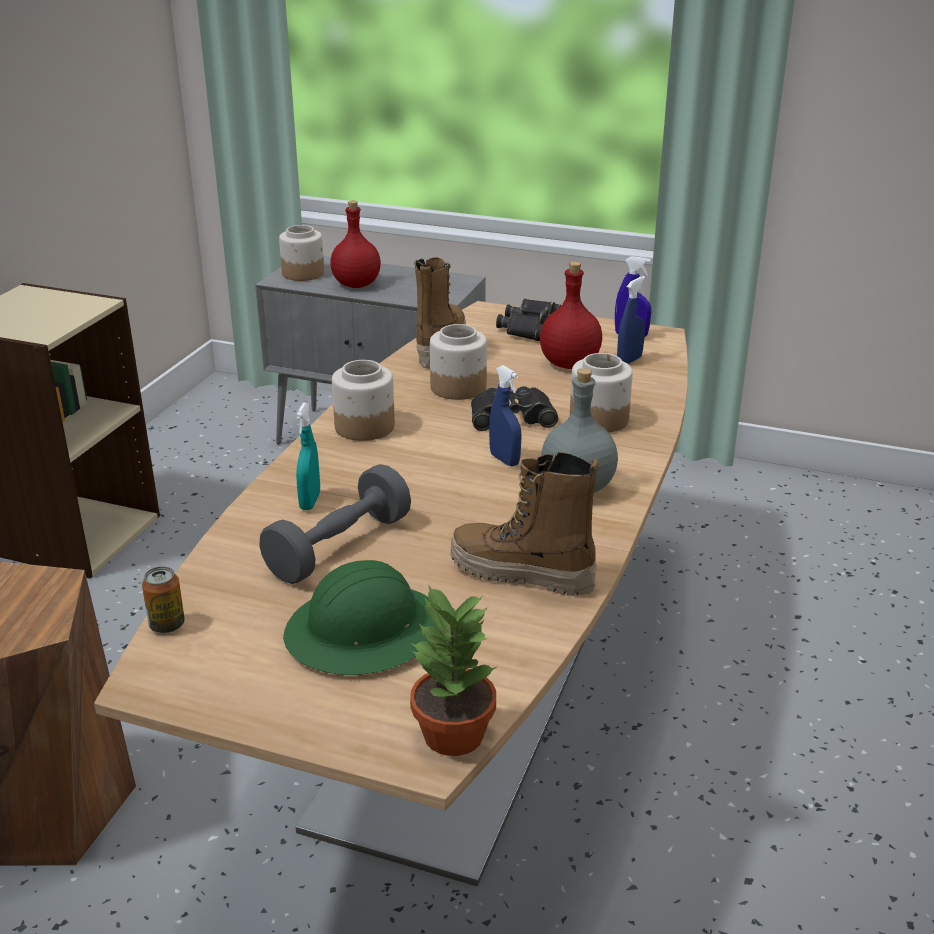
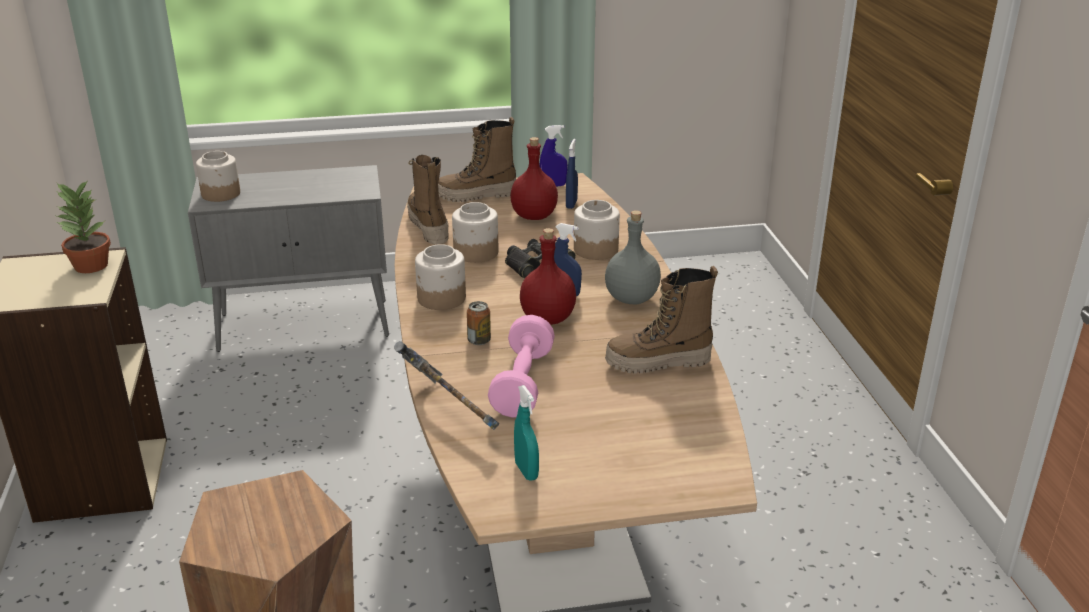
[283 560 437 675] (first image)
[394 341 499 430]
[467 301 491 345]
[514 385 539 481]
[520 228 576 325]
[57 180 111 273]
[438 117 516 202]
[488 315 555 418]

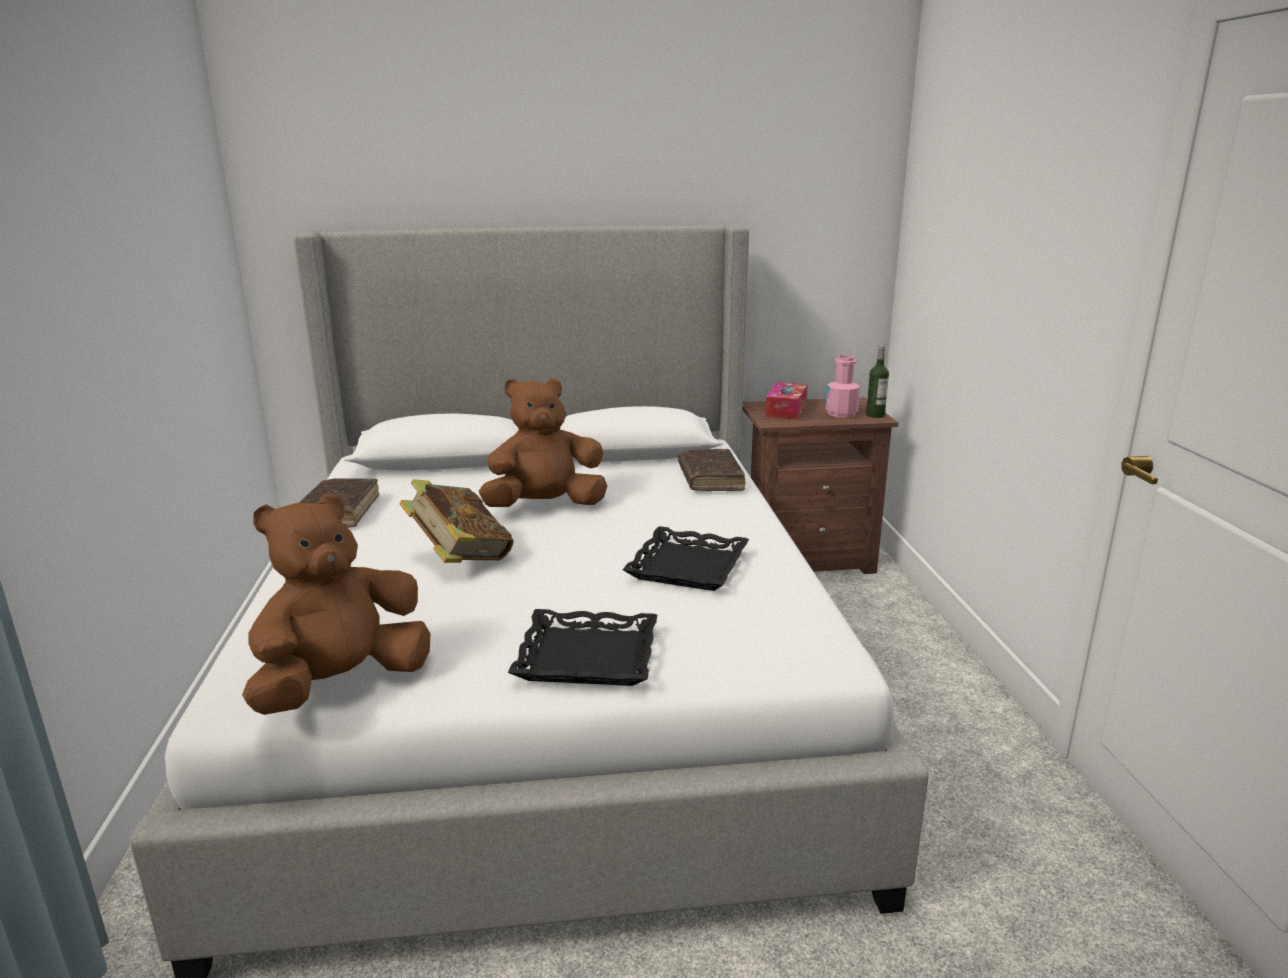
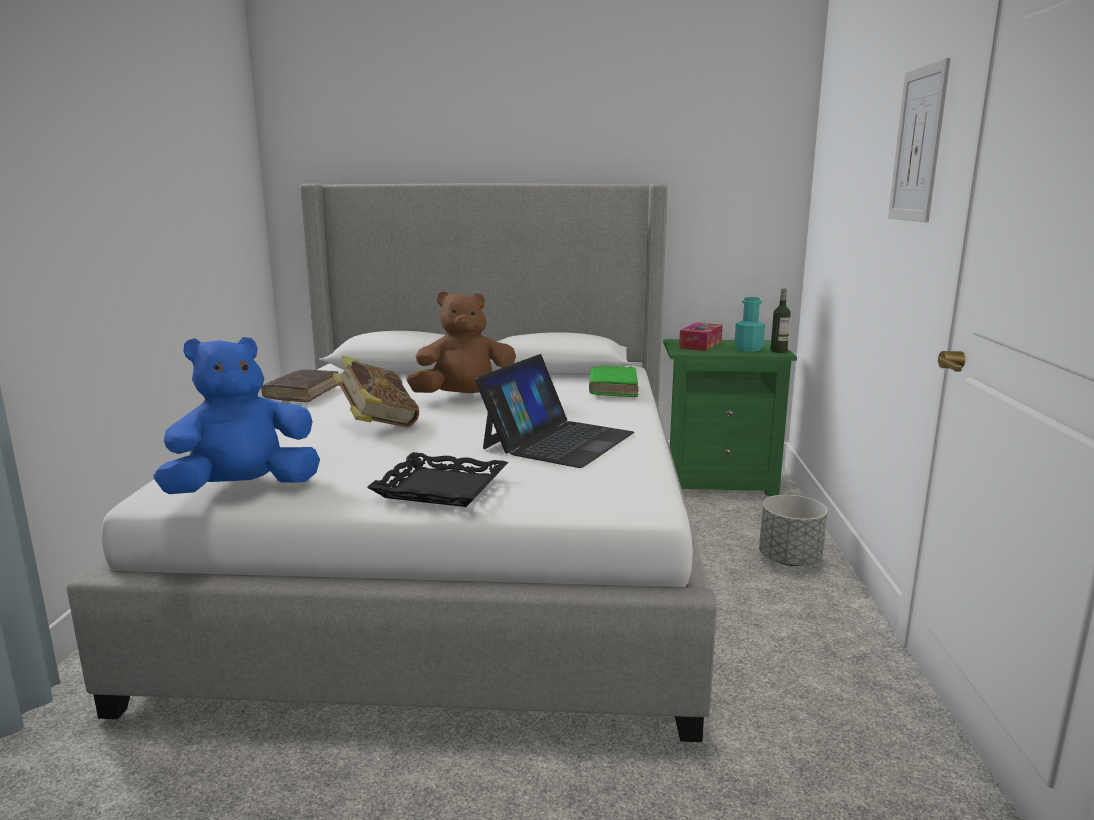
[759 495 828 566]
[888 58 951 222]
[475 354 634 468]
[153 337 320 494]
[589 366 638 397]
[663 339 797 496]
[734 297 765 352]

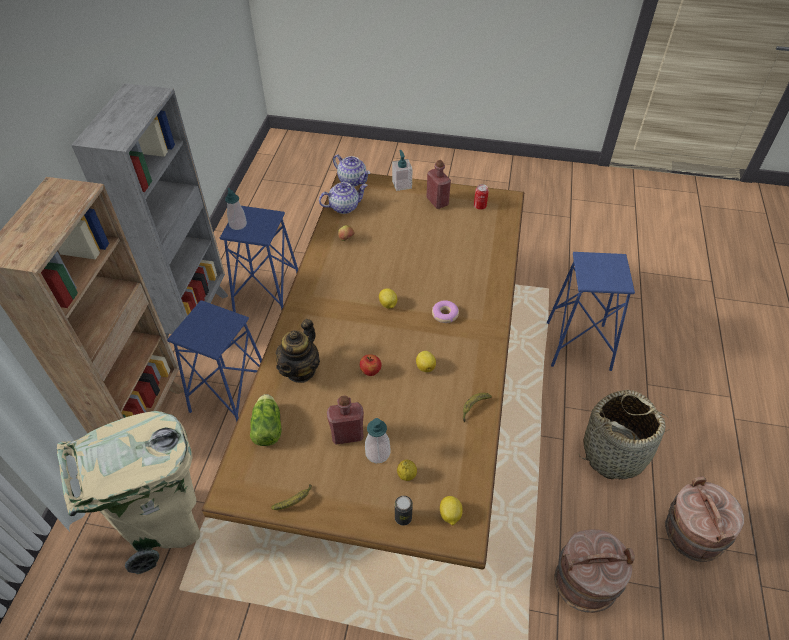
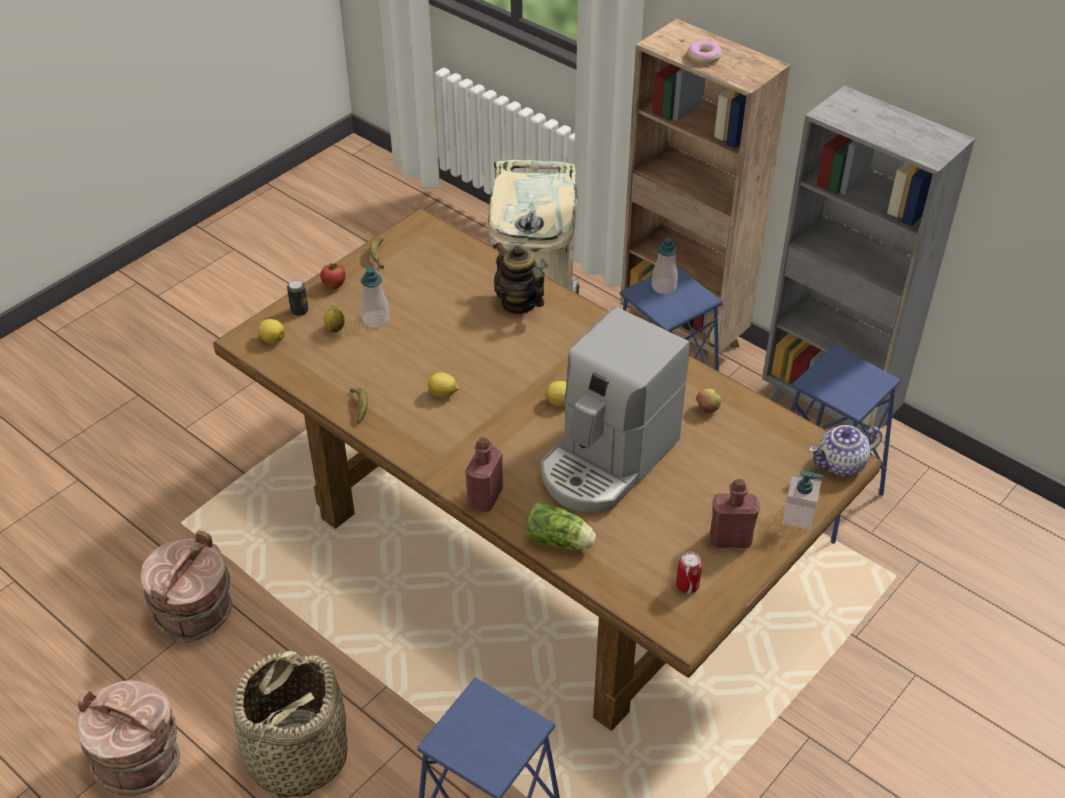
[319 182 368 214] (first image)
[541 307 690 512]
[651 238 679 294]
[526 503 596 550]
[465 437 503 512]
[320 263 346 289]
[687 41 722 64]

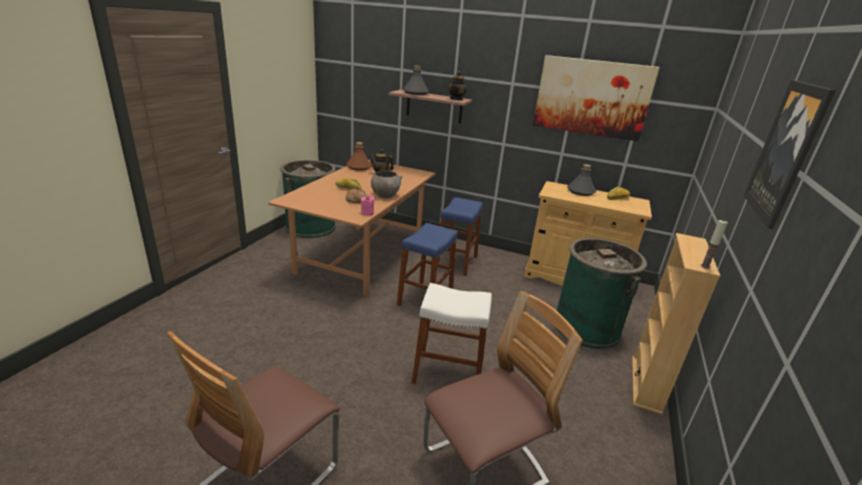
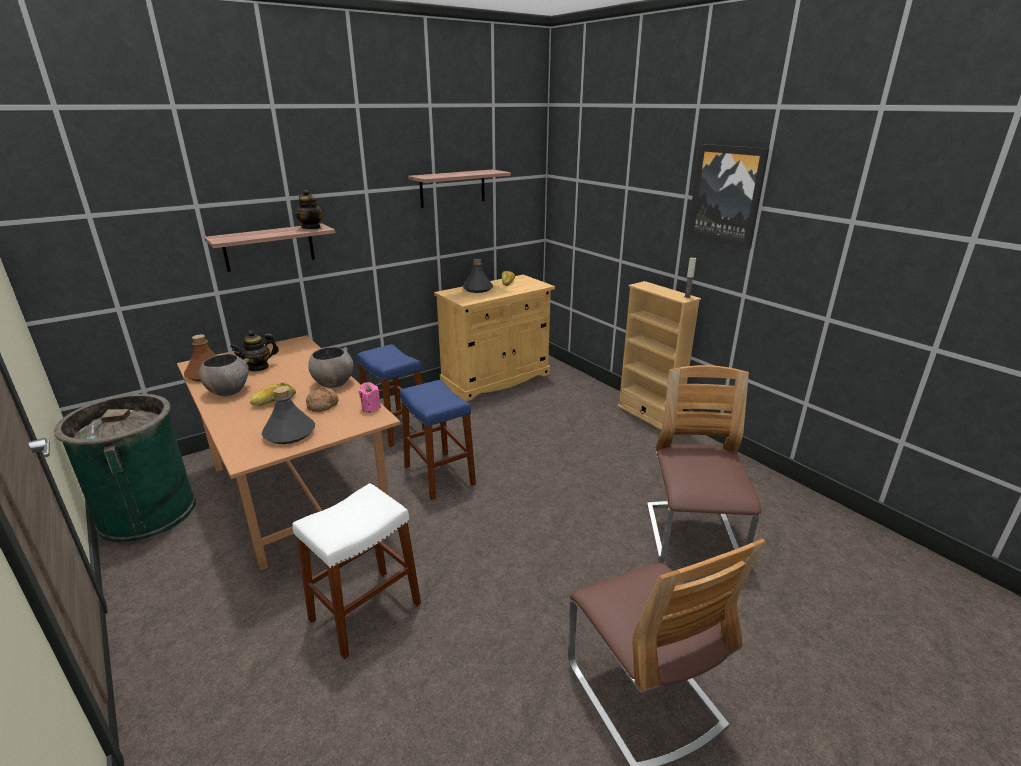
[555 238 647 349] (first image)
[199 353 249 396]
[262 387 315 444]
[292 483 421 659]
[408 169 511 208]

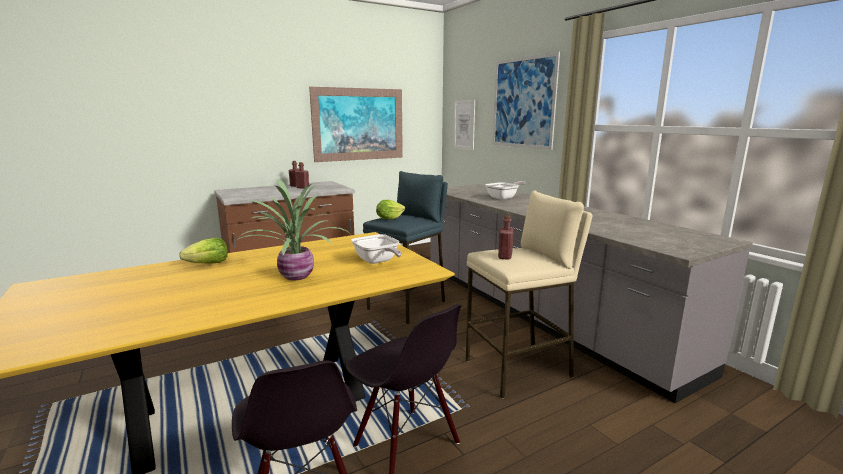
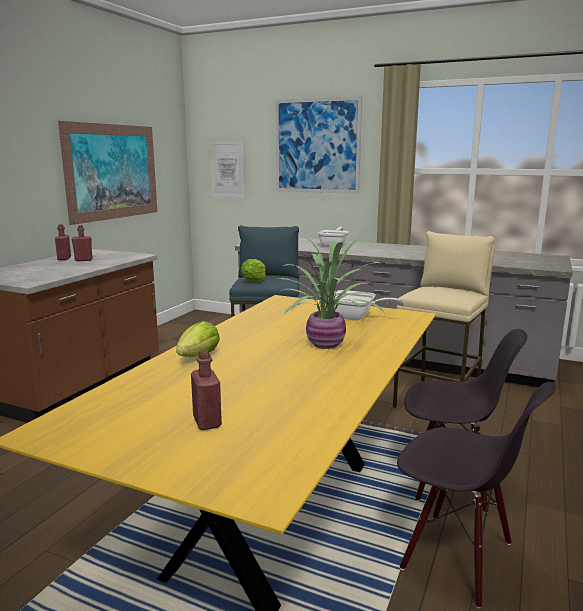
[191 350 222 430]

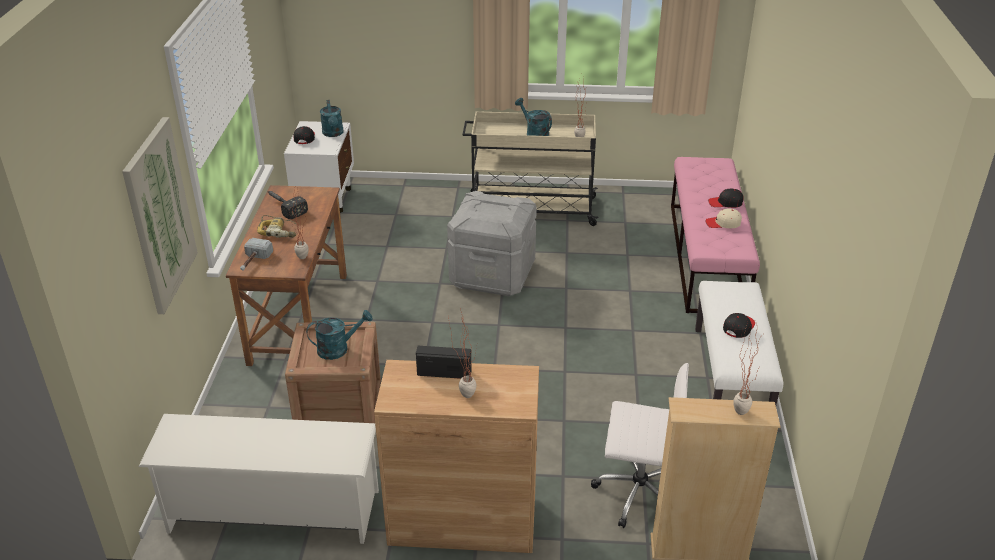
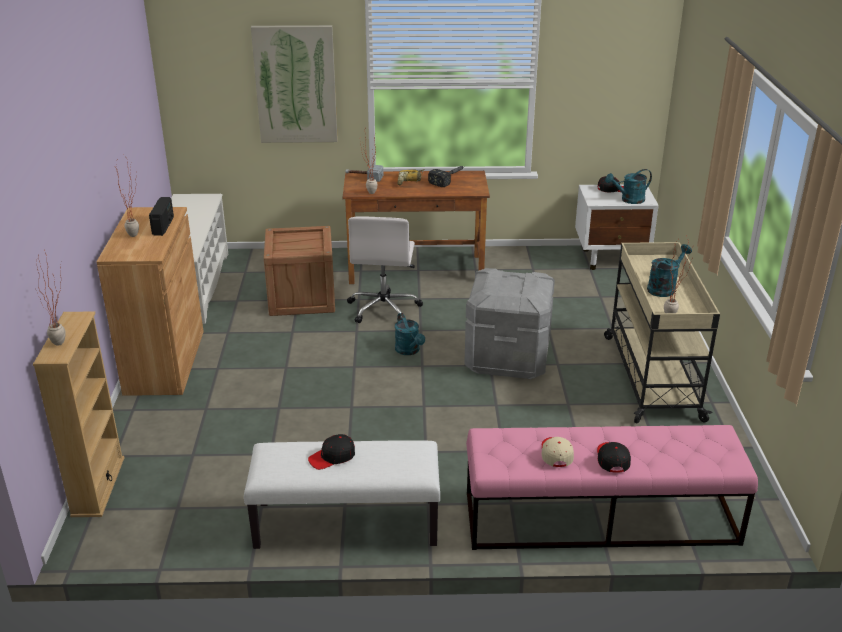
[395 313 425 355]
[347 216 423 323]
[308 434 355 470]

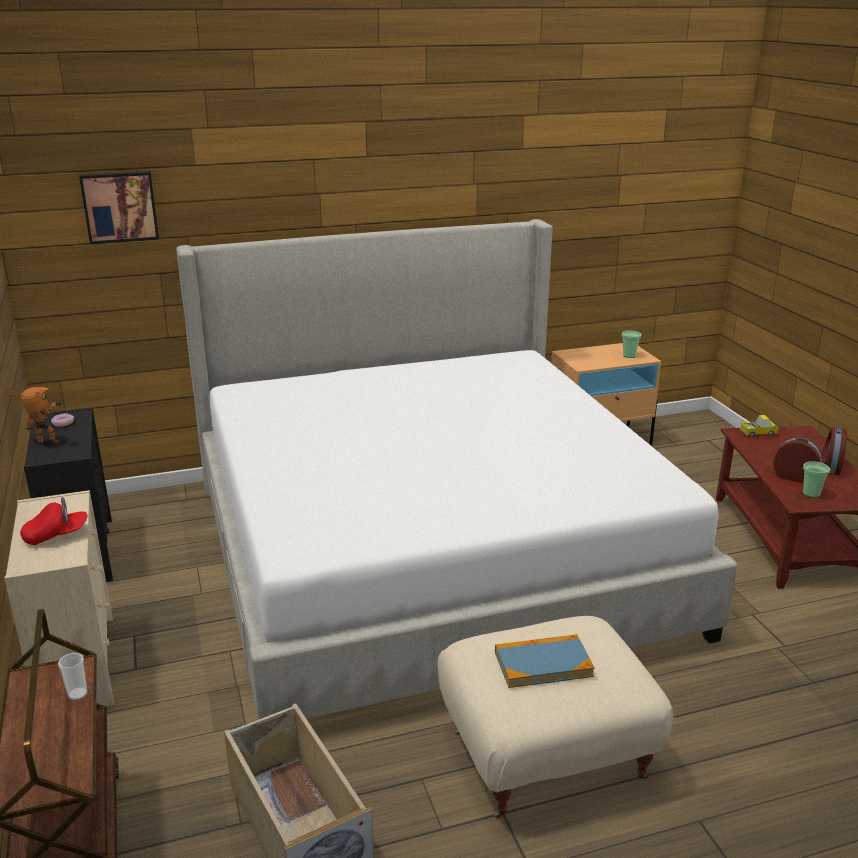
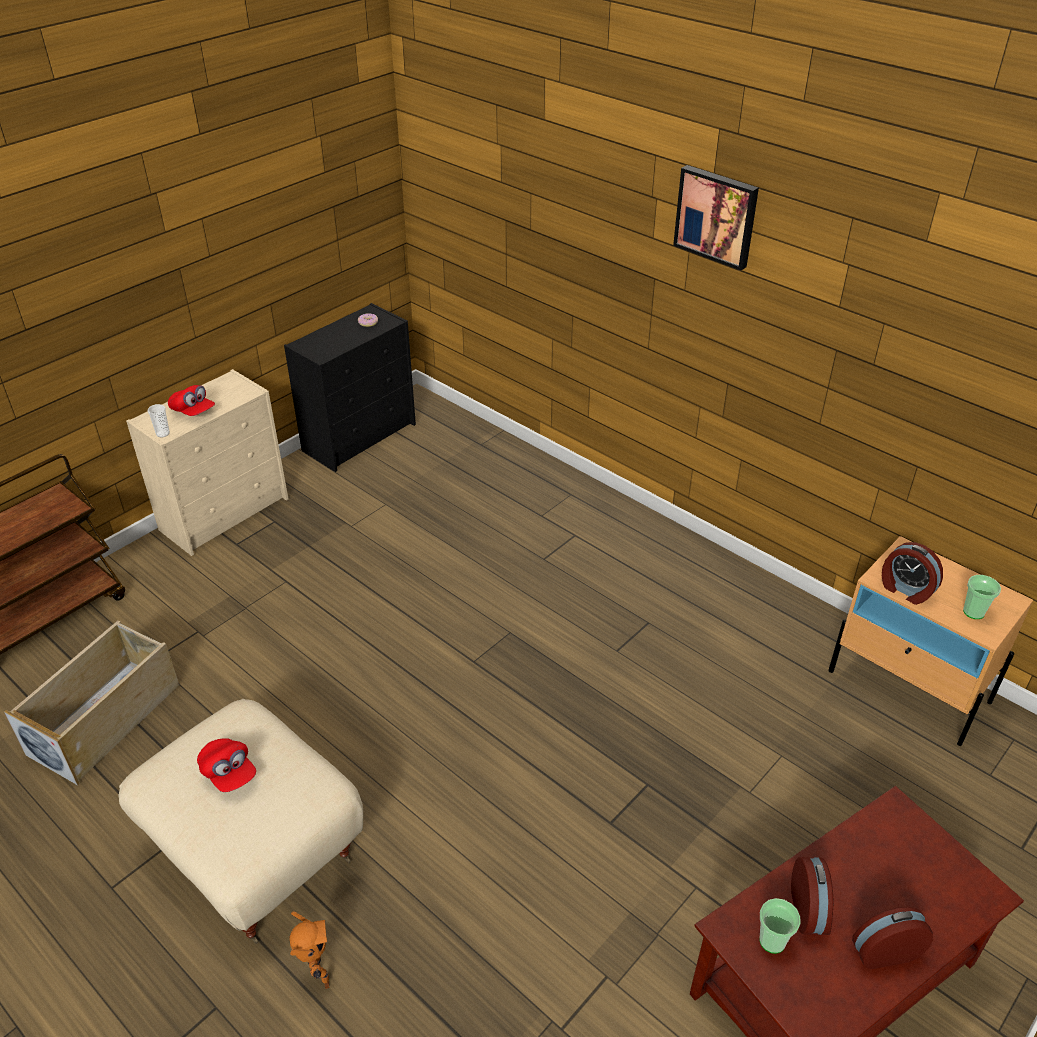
[176 219 737 720] (first image)
[740 415 779 437] (first image)
[882 542 943 605]
[289 911 329 989]
[148 404 170 437]
[673 165 759 271]
[197 738 256 792]

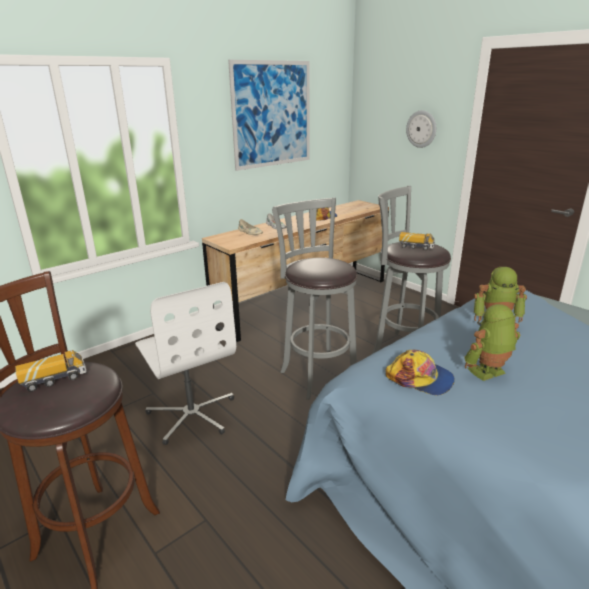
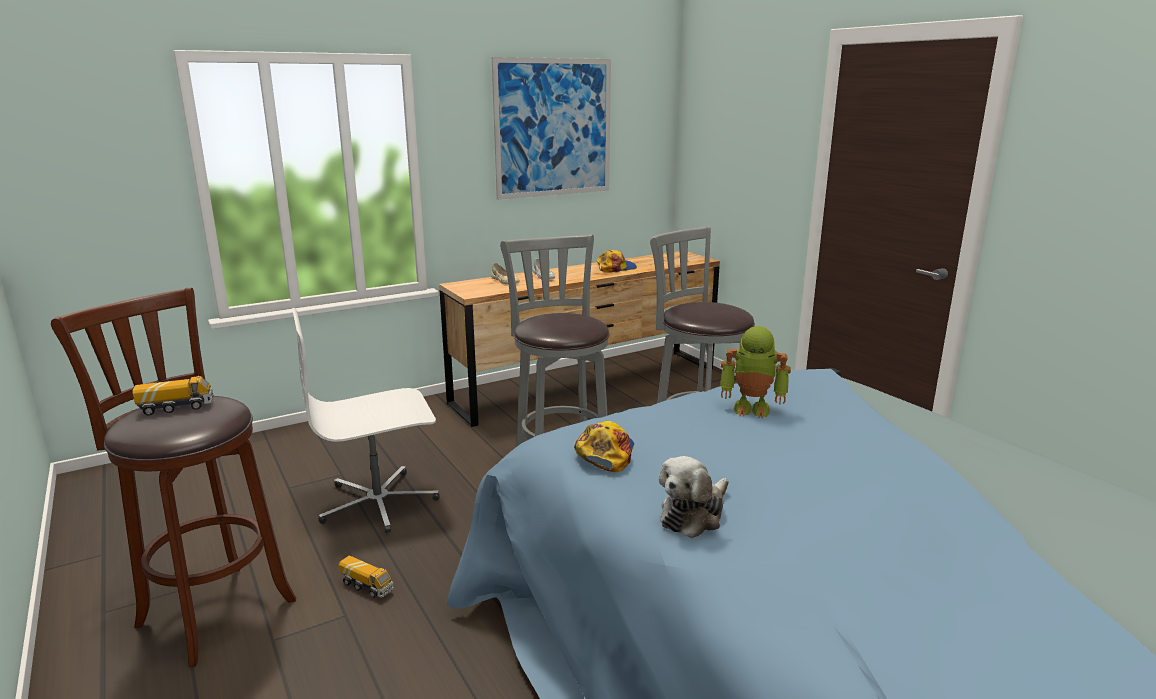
[406 110 436 148] (first image)
[464 304 520 381] (first image)
[659 456 729 538]
[339 556 394 598]
[292 308 440 533]
[574 421 634 472]

